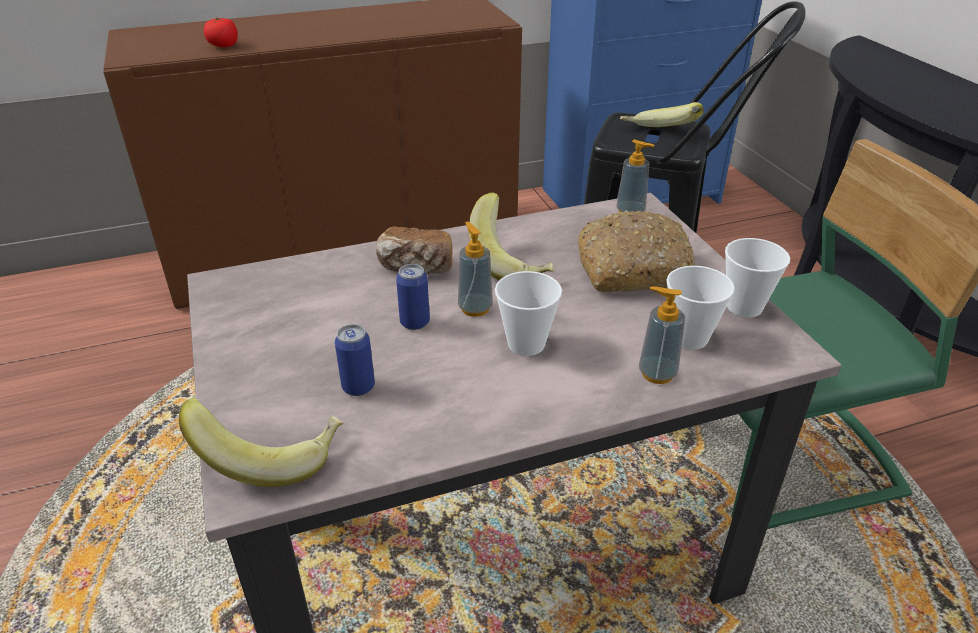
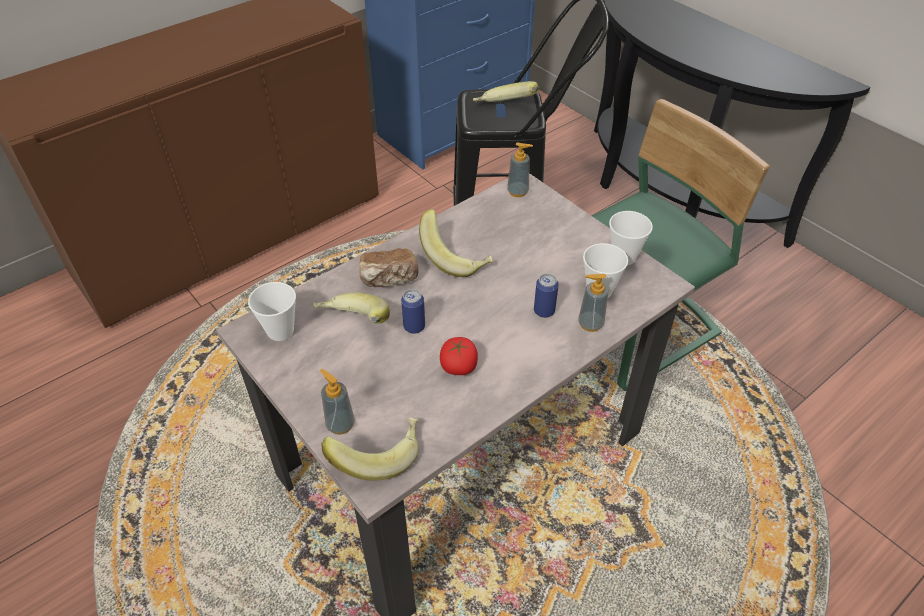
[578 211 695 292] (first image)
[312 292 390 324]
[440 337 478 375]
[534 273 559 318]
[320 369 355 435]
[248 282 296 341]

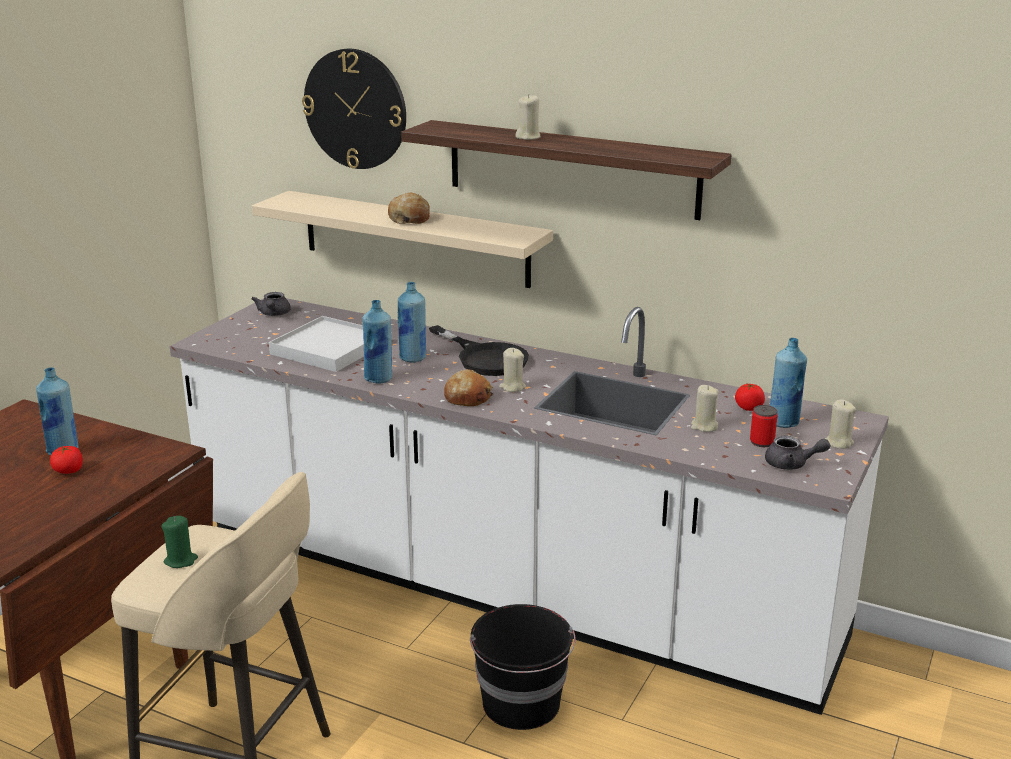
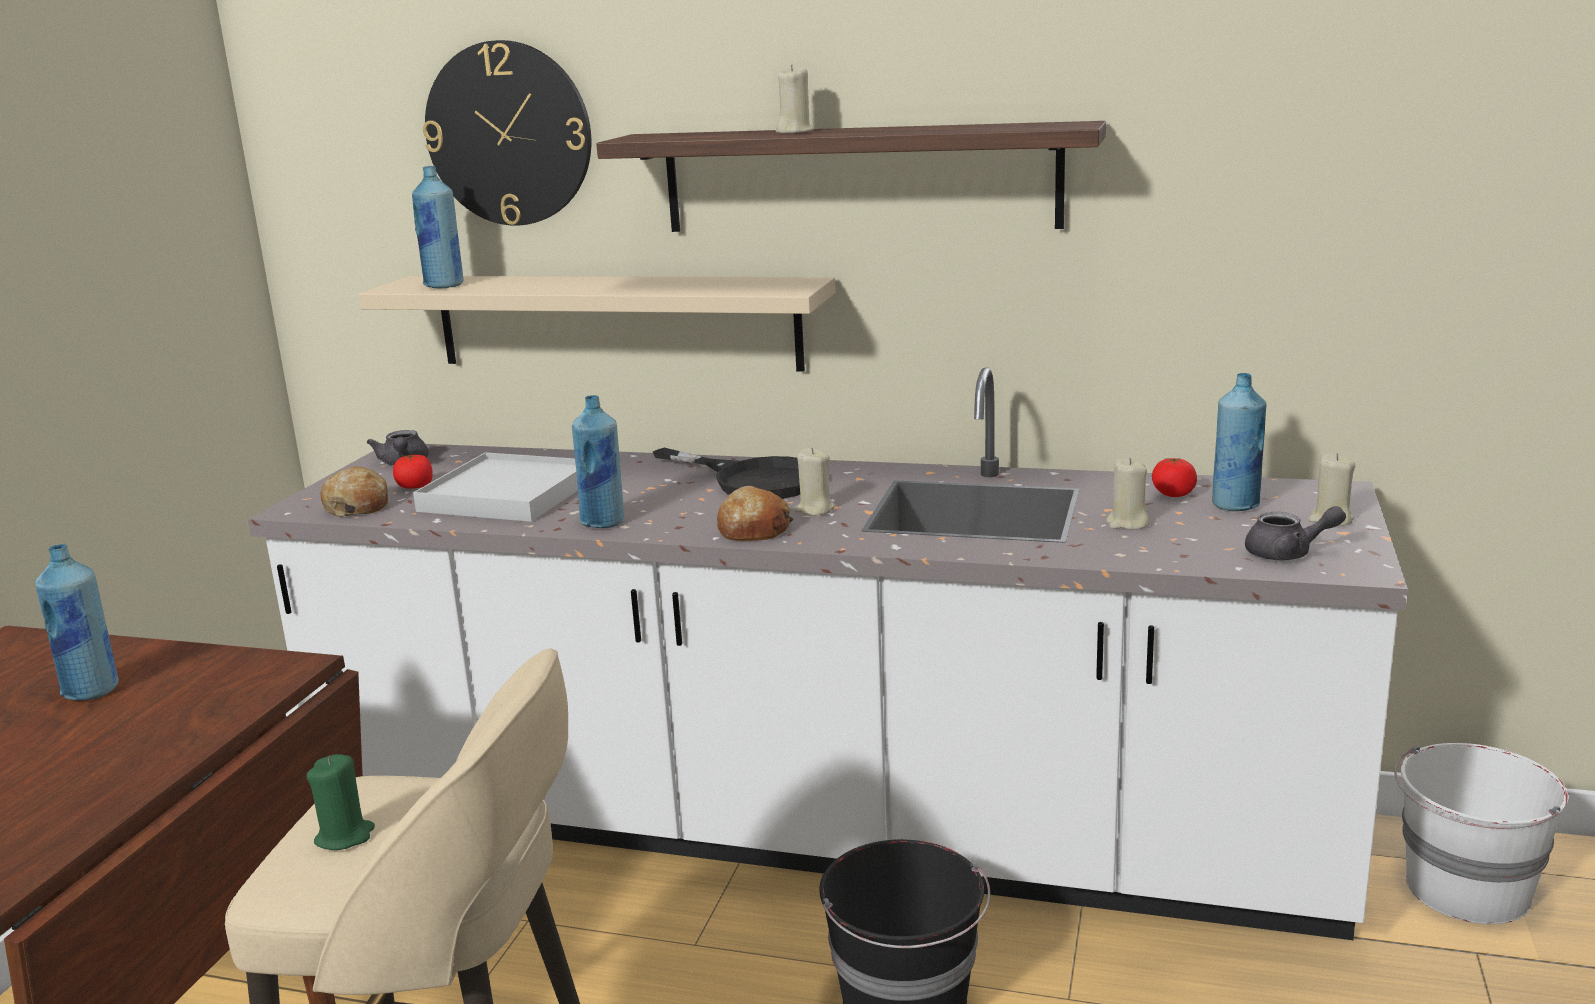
[750 405 778 447] (first image)
[1394 743 1568 924]
[393 455 433 489]
[321 466 388 517]
[412 166 464 288]

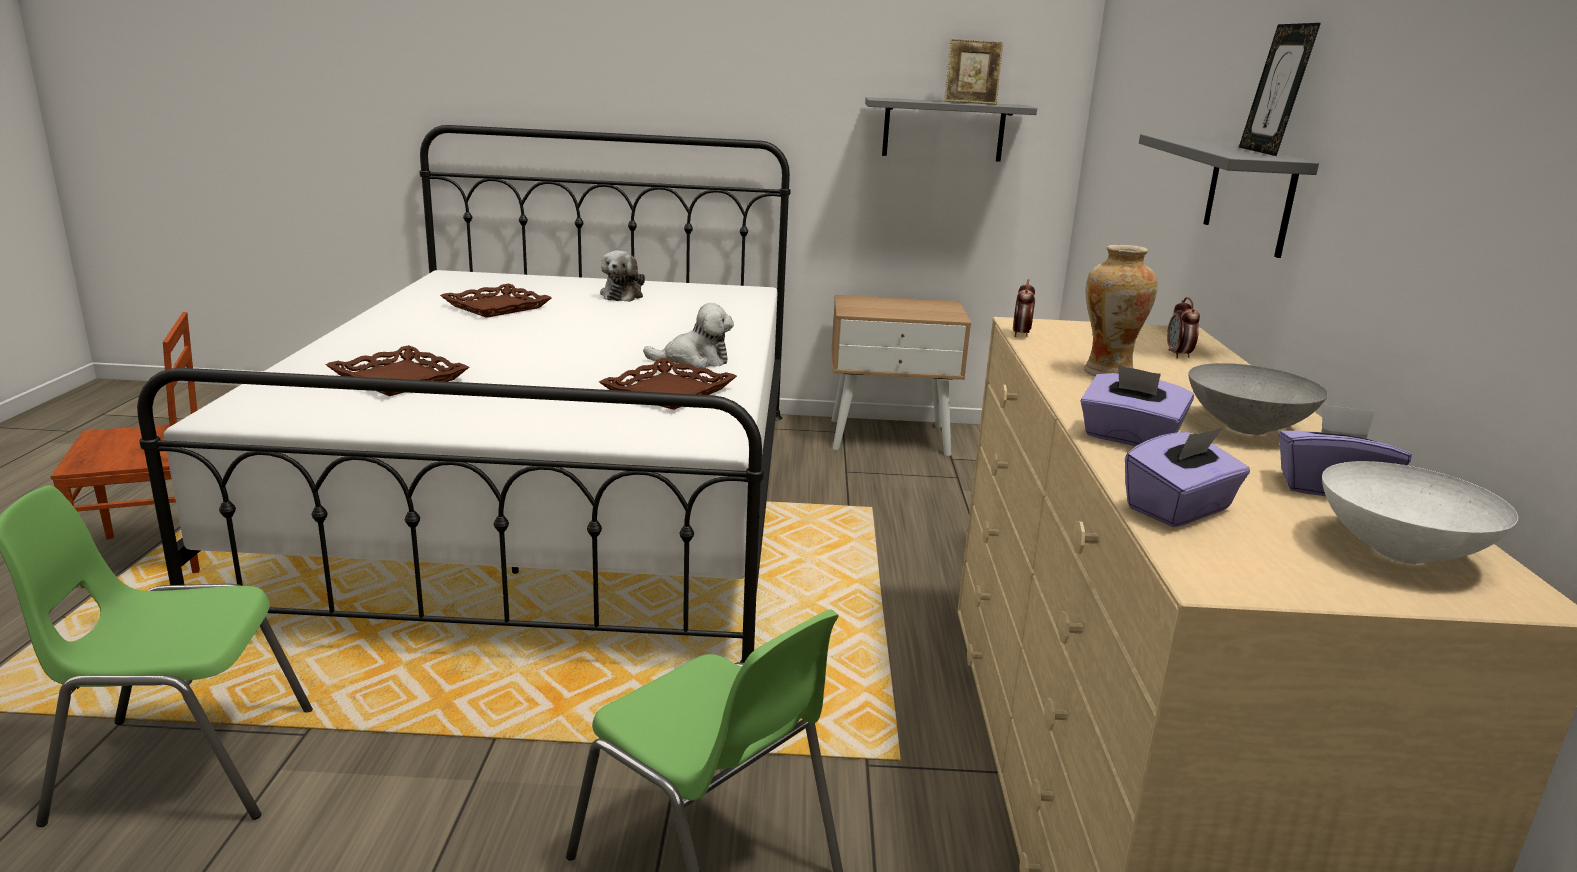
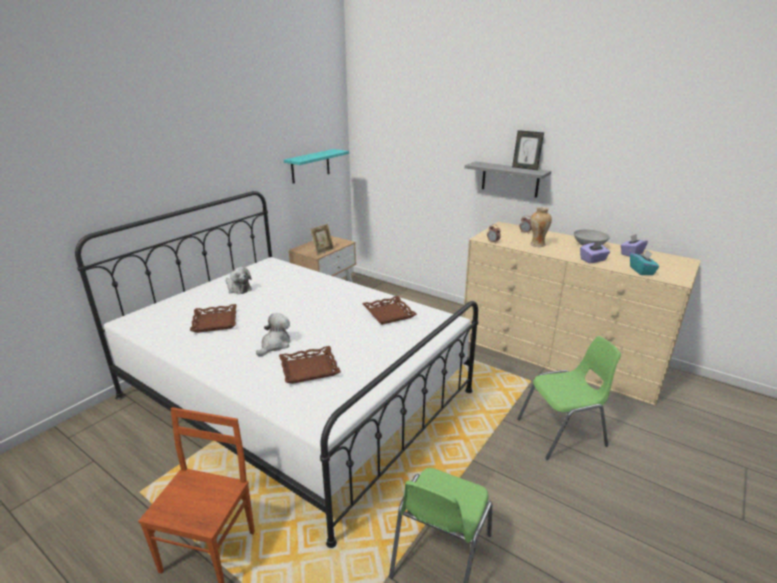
[1322 461 1518 564] (first image)
[256 313 290 357]
[310 224 334 255]
[284 149 349 184]
[630 250 659 275]

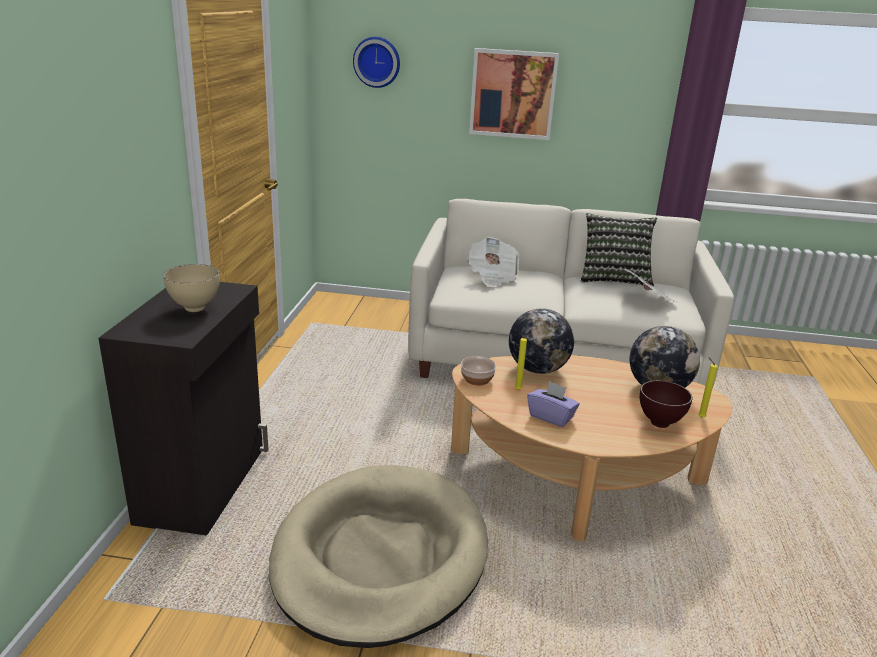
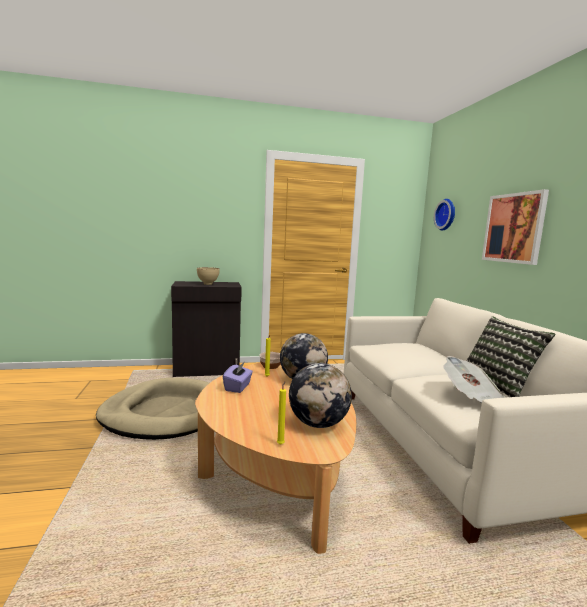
[467 237 520 286] (first image)
[640 380 693 428] (first image)

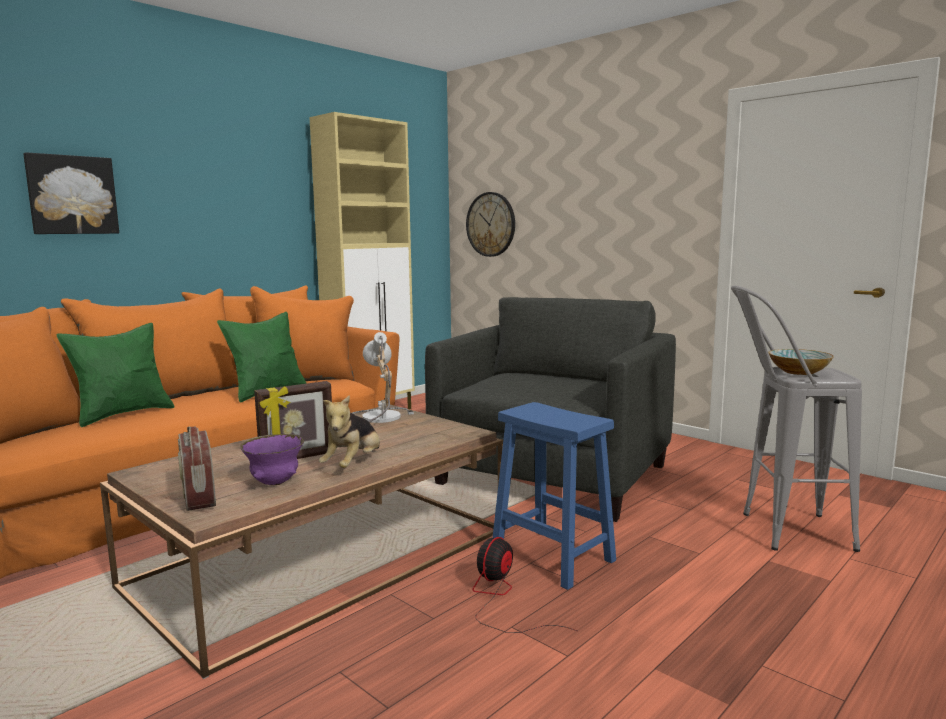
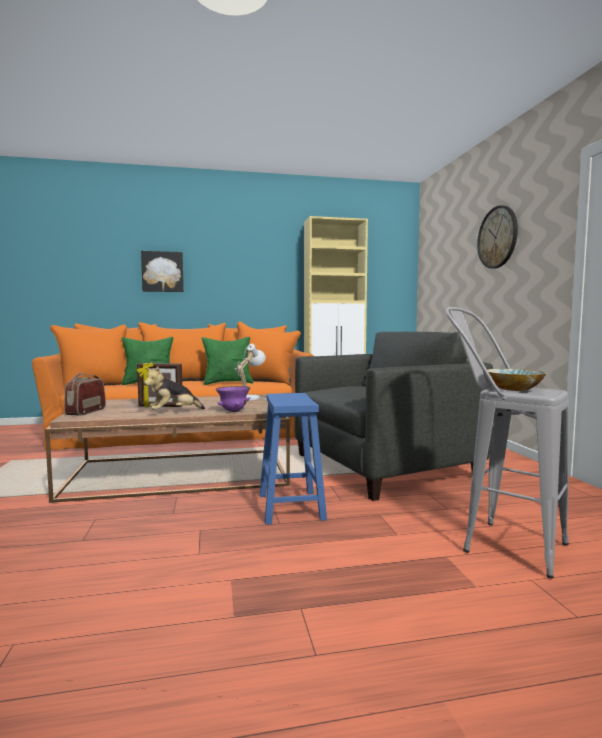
[473 537 577 633] (first image)
[216 386 250 412]
[477 205 518 269]

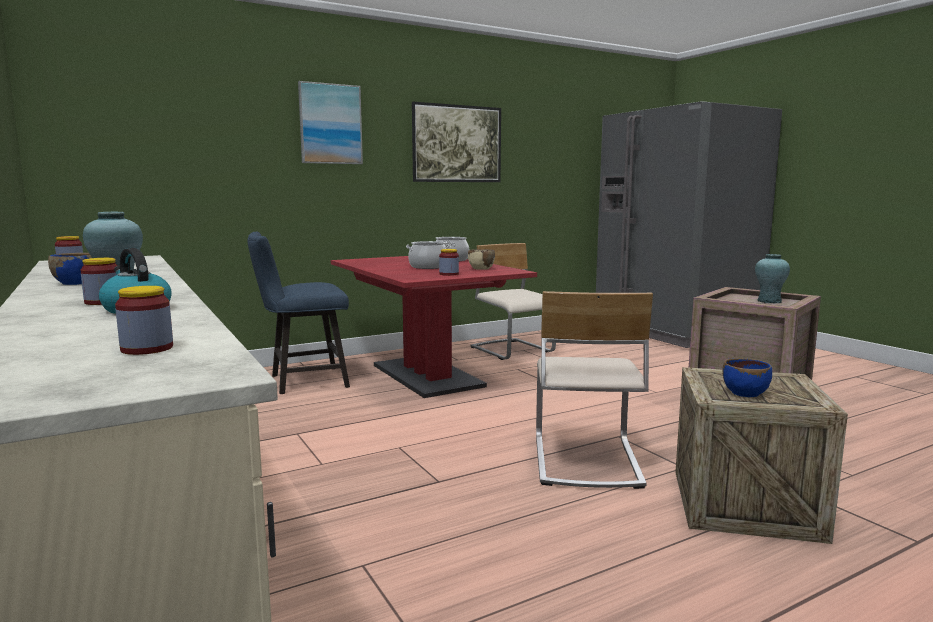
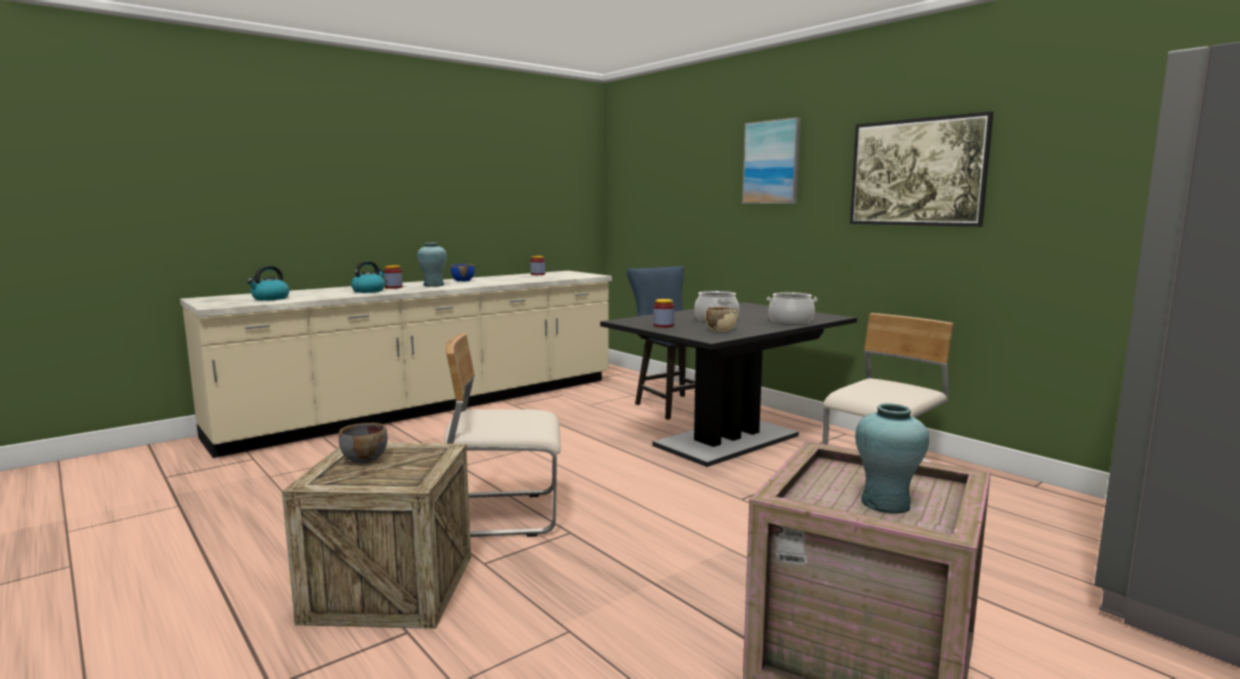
[247 266 289 301]
[600 302 857 467]
[339 423 388 464]

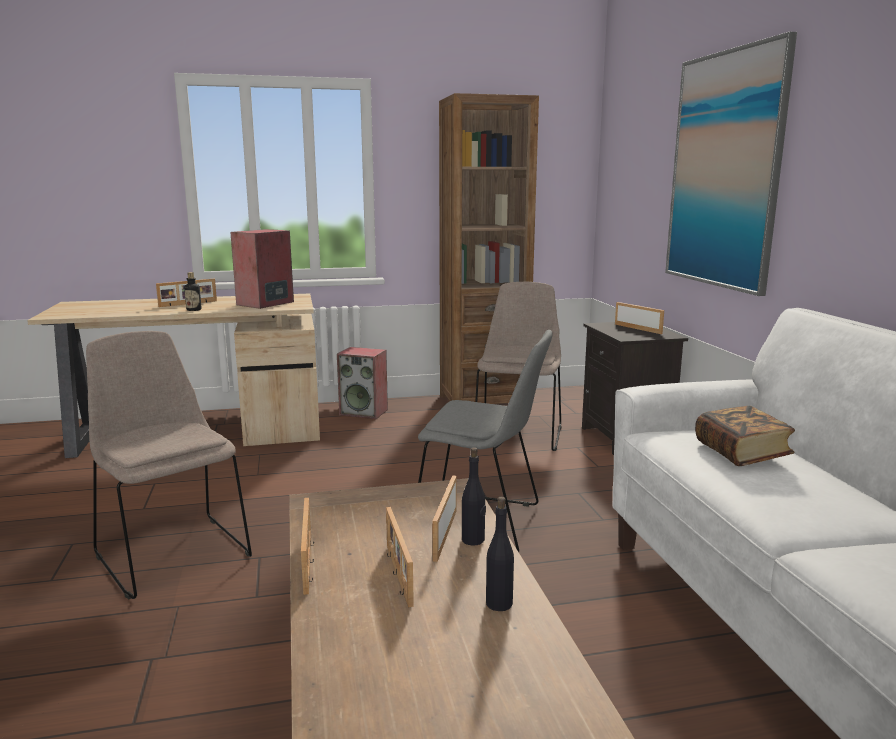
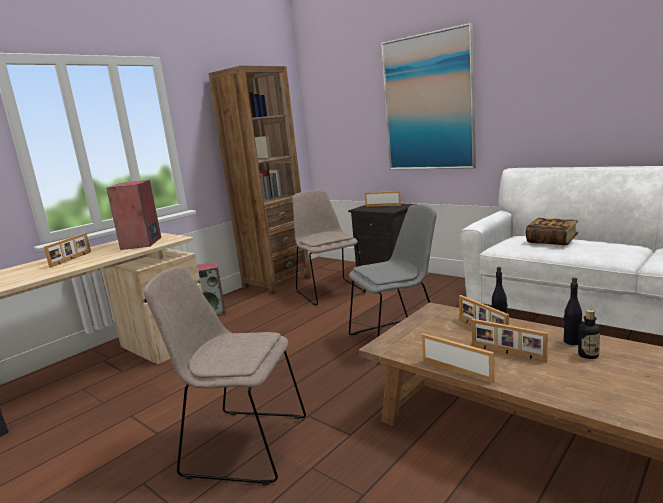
[578 309 600 359]

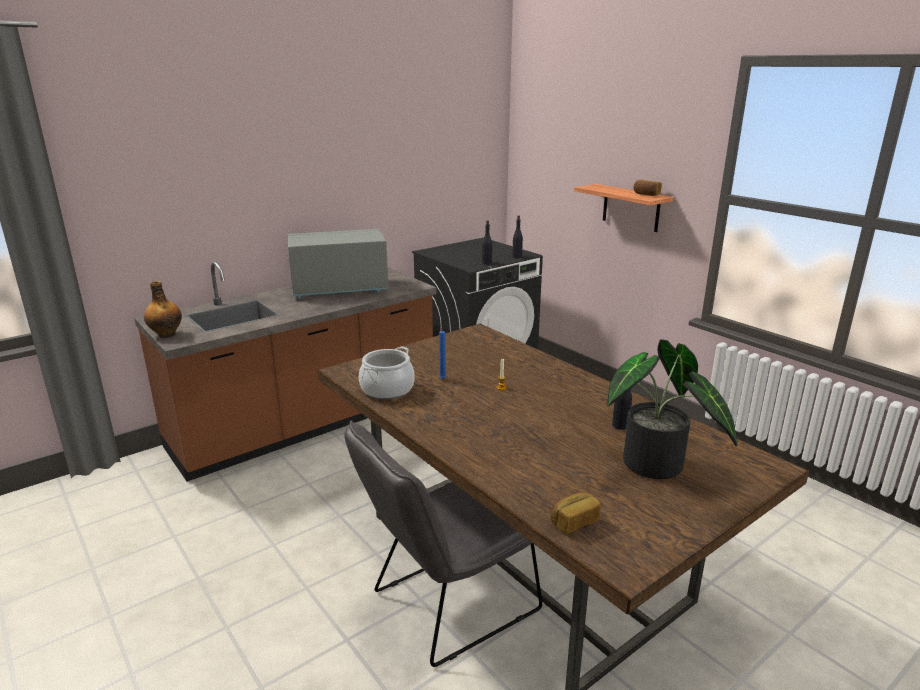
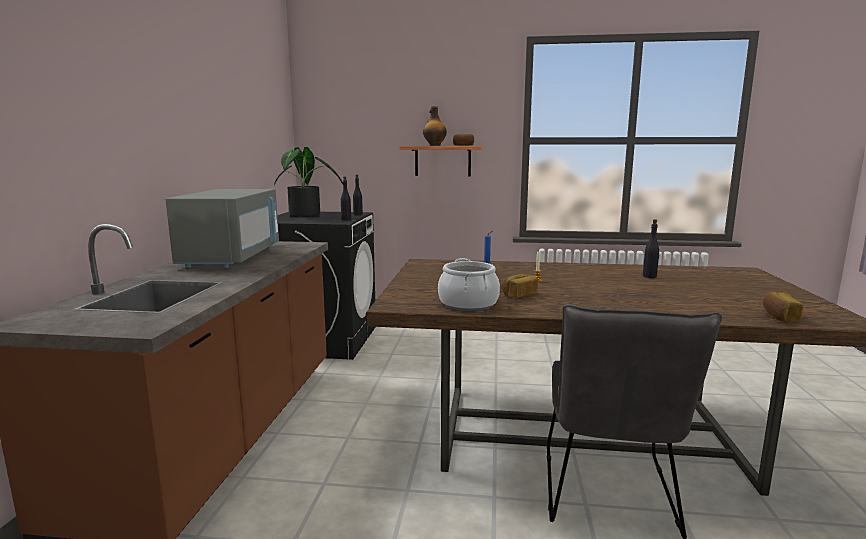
[503 274 538 298]
[423 106 447 146]
[274 147 343 217]
[166 189 279 268]

